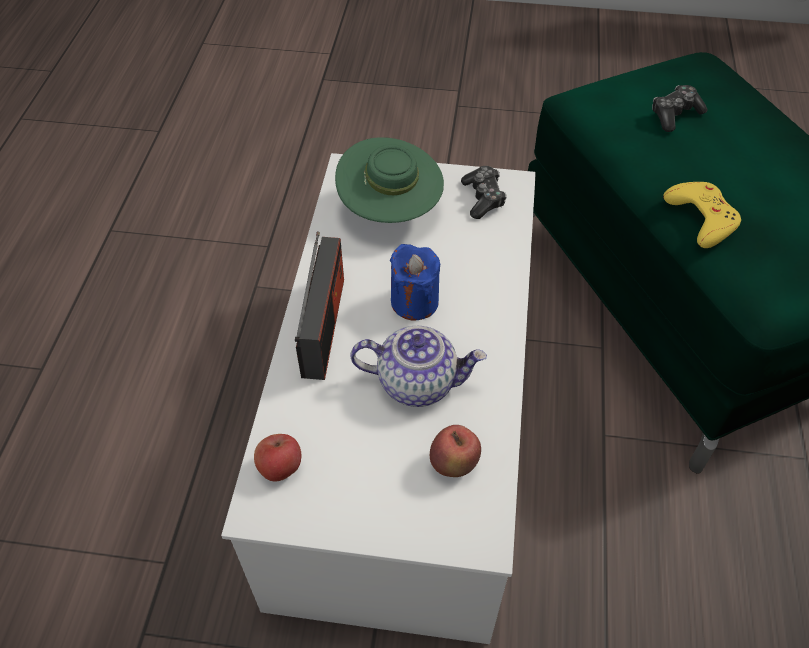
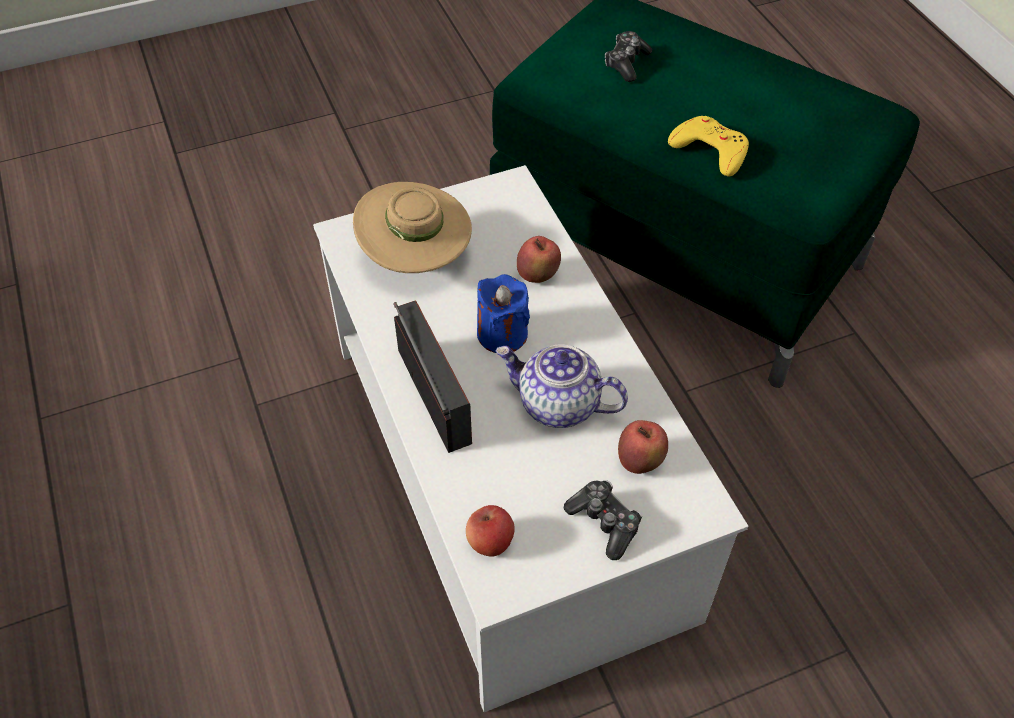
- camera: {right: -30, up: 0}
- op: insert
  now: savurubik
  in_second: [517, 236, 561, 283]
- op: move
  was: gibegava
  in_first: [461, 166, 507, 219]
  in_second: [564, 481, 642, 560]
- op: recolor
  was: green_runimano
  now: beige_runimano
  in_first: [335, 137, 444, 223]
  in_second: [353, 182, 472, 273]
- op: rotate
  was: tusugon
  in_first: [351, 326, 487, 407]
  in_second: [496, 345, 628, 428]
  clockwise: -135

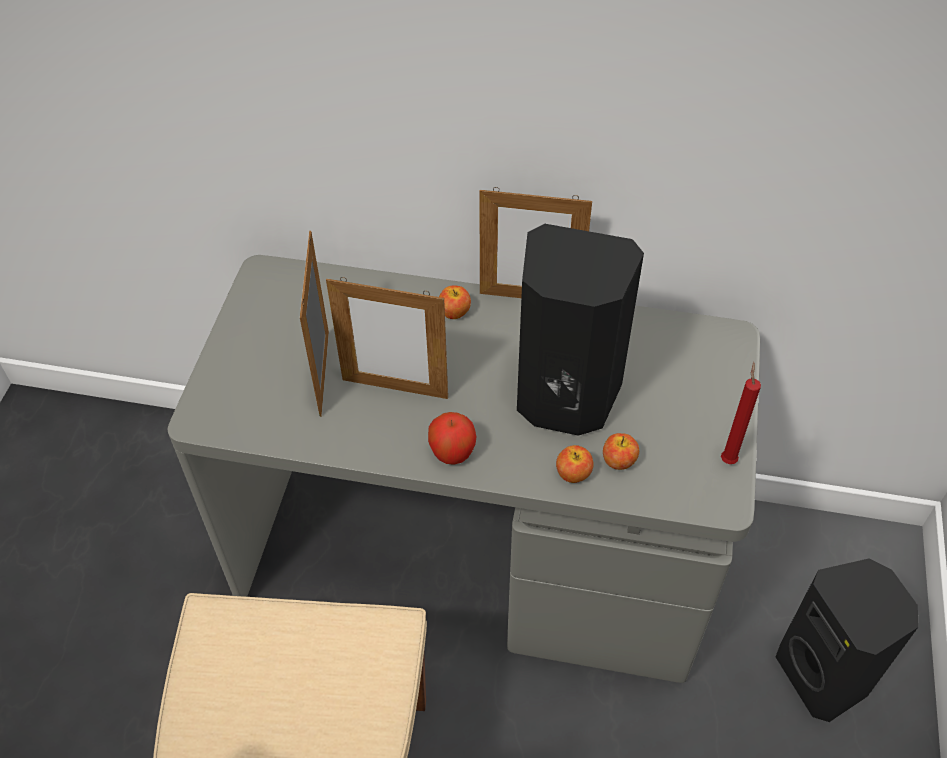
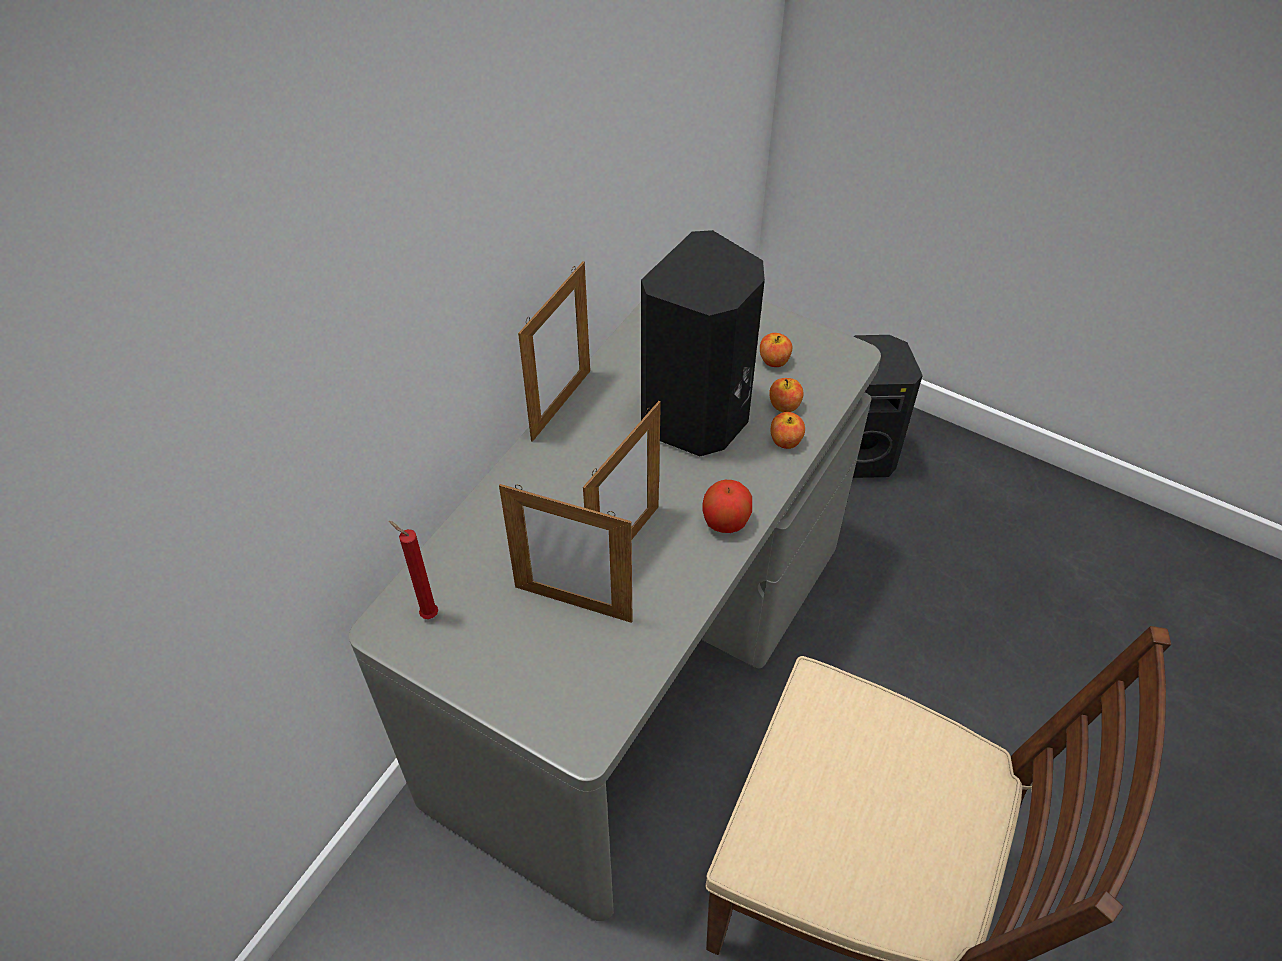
- camera: {right: -70, up: 0}
- op: move
  was: savurubik
  in_first: [439, 285, 471, 319]
  in_second: [760, 333, 792, 367]
- op: move
  was: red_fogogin
  in_first: [721, 362, 761, 464]
  in_second: [389, 521, 438, 619]

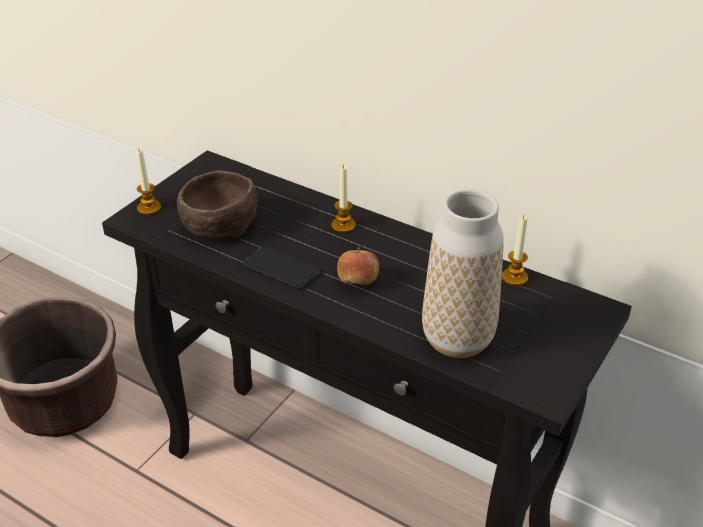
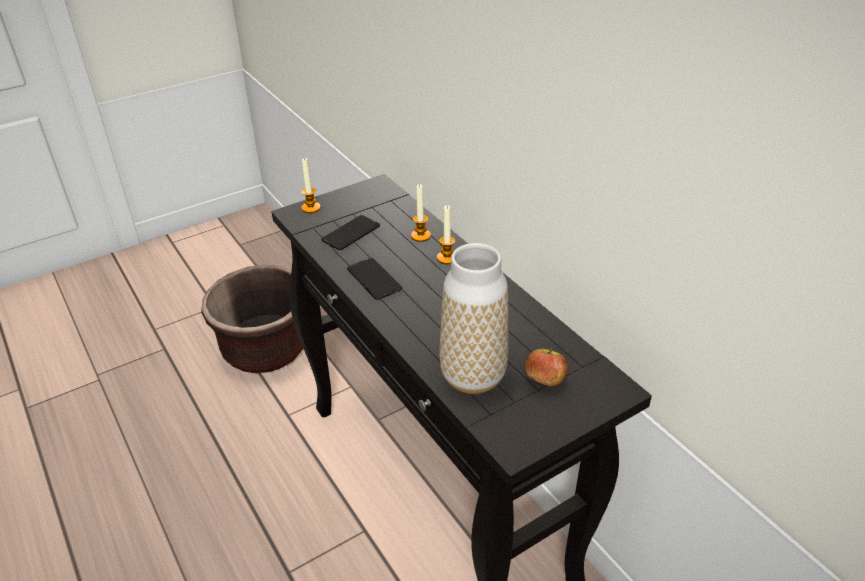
- camera: {right: 25, up: 0}
- op: move
  was: savurubik
  in_first: [337, 247, 379, 285]
  in_second: [525, 348, 568, 386]
- op: move
  was: fogogin
  in_first: [502, 214, 528, 286]
  in_second: [411, 184, 431, 242]
- op: replace
  was: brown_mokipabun
  now: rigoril
  in_first: [177, 171, 258, 238]
  in_second: [321, 215, 380, 250]

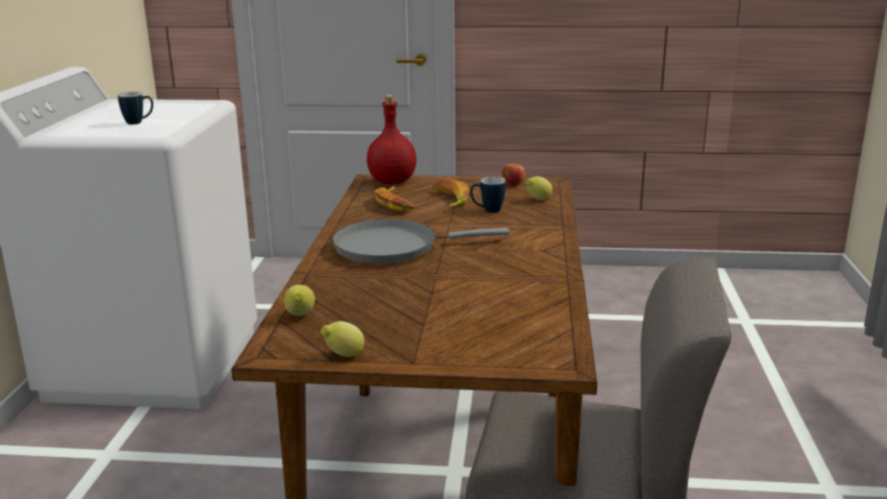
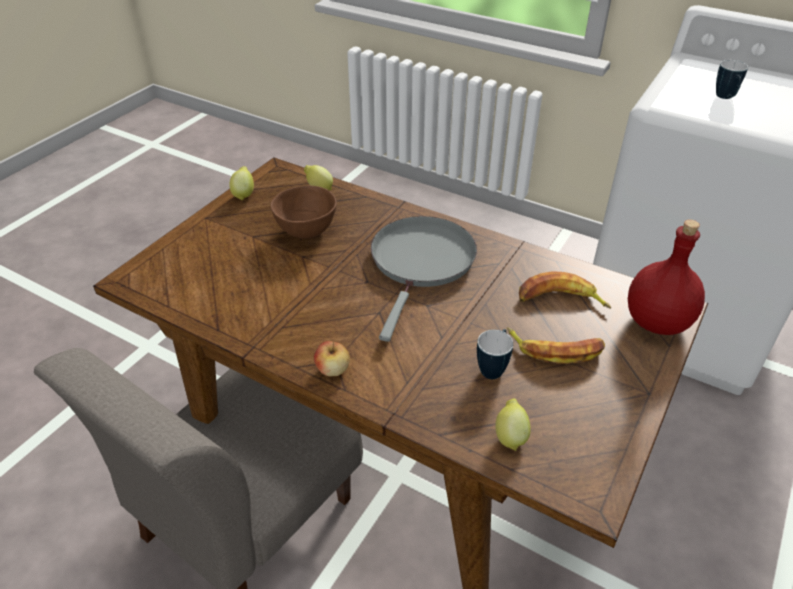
- camera: {right: 115, up: 20}
- op: insert
  now: brown_mokipabun
  in_second: [270, 185, 337, 238]
- op: move
  was: savurubik
  in_first: [502, 162, 525, 186]
  in_second: [314, 341, 350, 377]

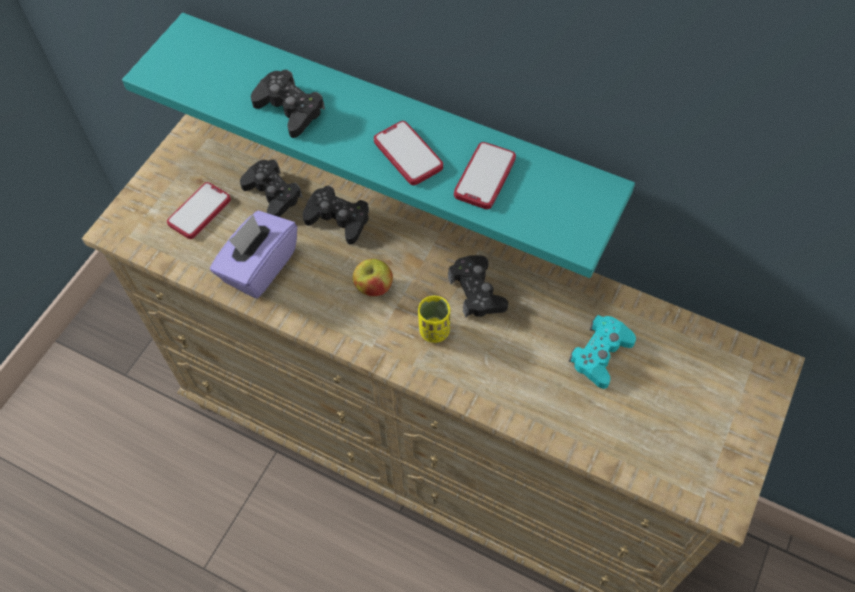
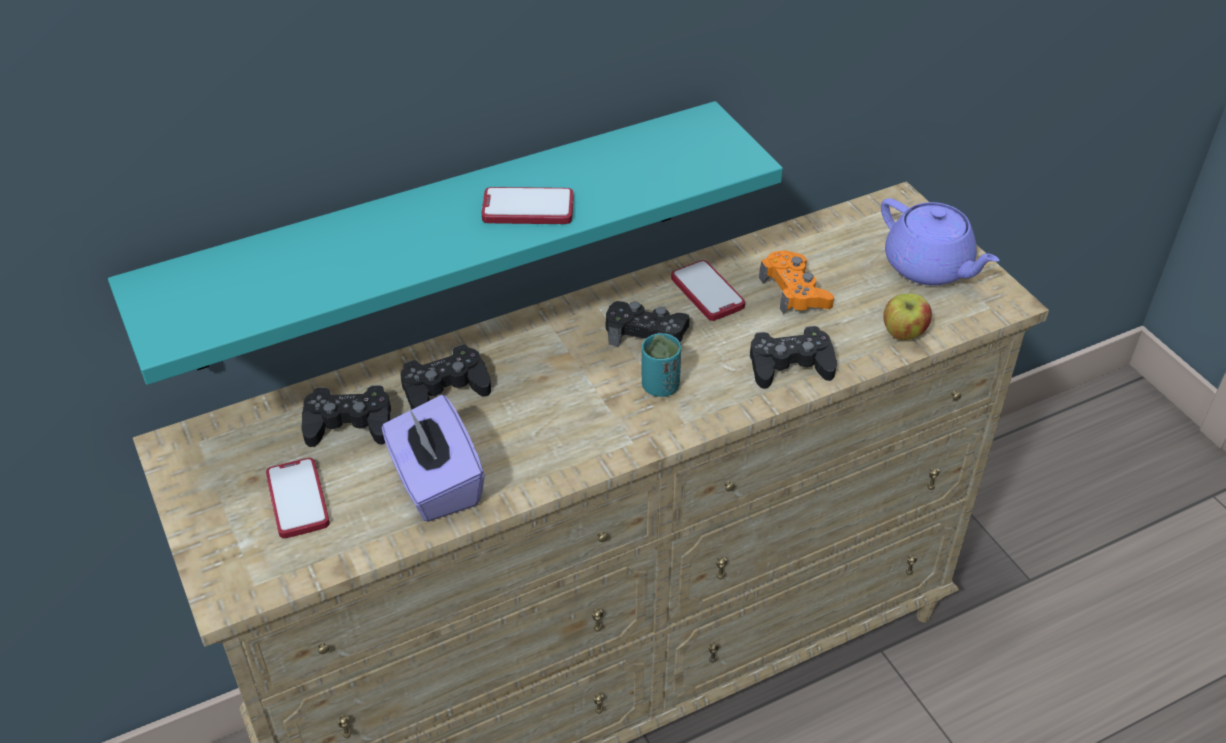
- camera: {right: -55, up: -15}
- op: insert
  now: purple_tusugon
  in_second: [881, 198, 999, 286]
- op: move
  was: black_gibegava
  in_first: [251, 70, 325, 138]
  in_second: [750, 326, 837, 389]
- op: move
  was: savurubik
  in_first: [352, 259, 393, 296]
  in_second: [883, 293, 932, 340]
- op: move
  was: rigoril
  in_first: [454, 142, 516, 209]
  in_second: [671, 260, 745, 321]
- op: recolor
  was: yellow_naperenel
  now: turquoise_naperenel
  in_first: [418, 296, 450, 343]
  in_second: [641, 333, 681, 397]
- op: recolor
  was: turquoise_gibegava
  now: orange_gibegava
  in_first: [569, 315, 636, 389]
  in_second: [759, 250, 834, 314]

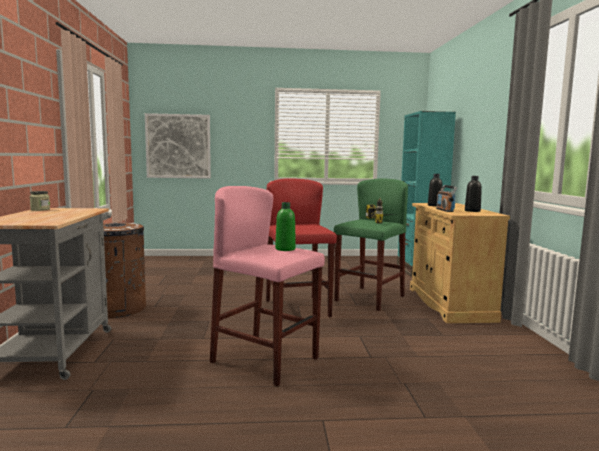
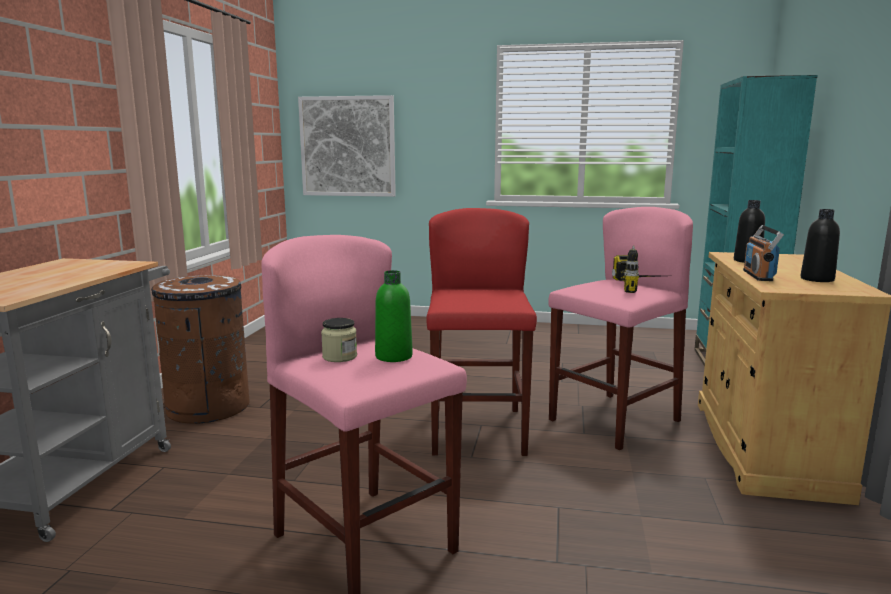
- camera: {right: 15, up: 5}
- op: move
  was: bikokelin
  in_first: [30, 191, 50, 211]
  in_second: [321, 318, 357, 362]
- op: recolor
  was: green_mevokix
  now: pink_mevokix
  in_first: [334, 178, 408, 311]
  in_second: [548, 207, 693, 450]

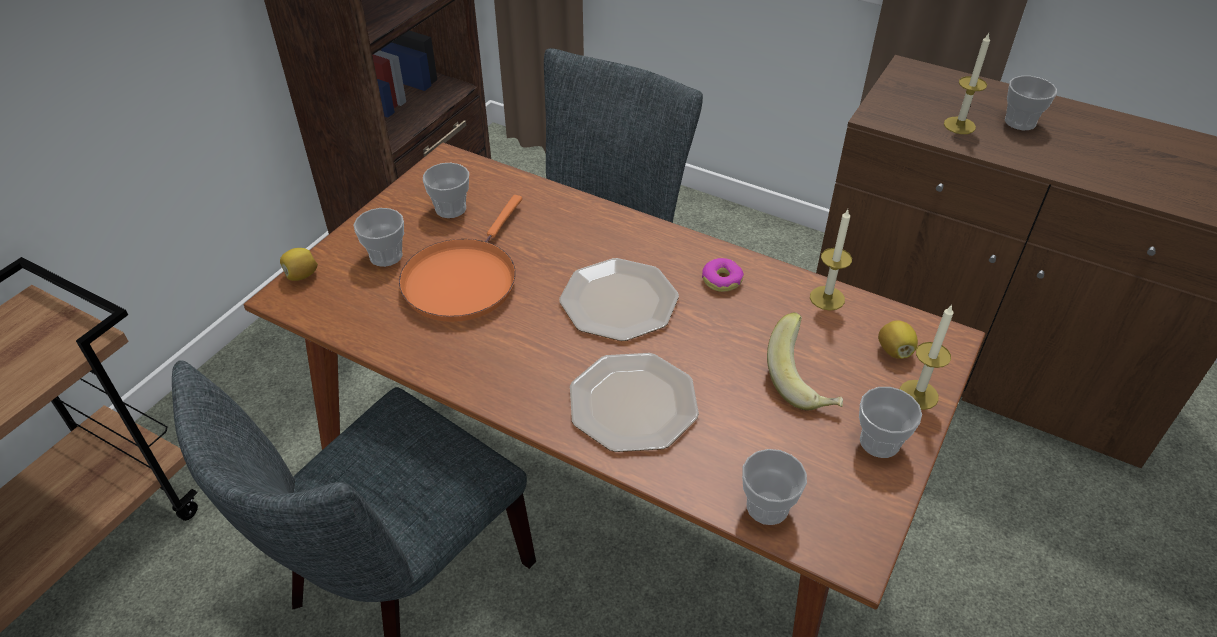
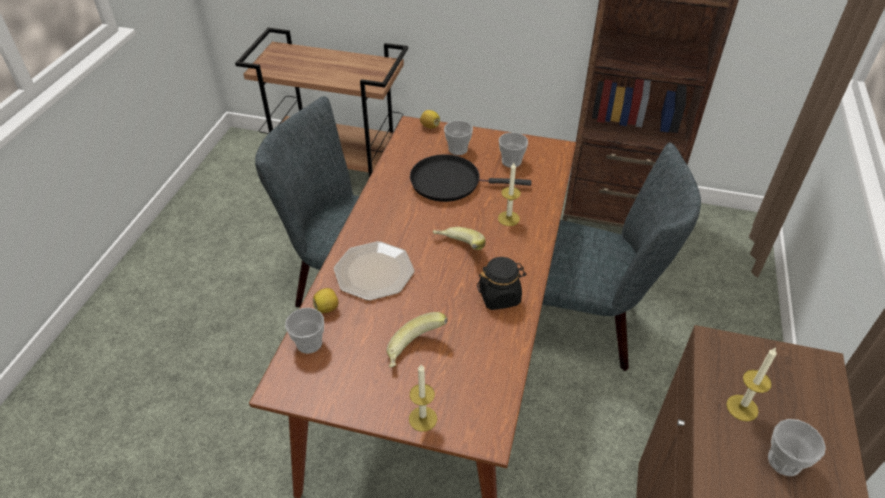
- camera: {right: 75, up: 0}
- op: delete
  was: naperenel
  in_first: [859, 387, 922, 458]
- op: move
  was: fogogin
  in_first: [810, 210, 852, 311]
  in_second: [498, 163, 521, 226]
- op: move
  was: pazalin
  in_first: [878, 320, 918, 359]
  in_second: [313, 288, 338, 313]
- op: replace
  was: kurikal
  now: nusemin
  in_first: [559, 258, 679, 341]
  in_second: [433, 227, 486, 250]
- op: replace
  was: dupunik
  now: black_bikokelin
  in_first: [702, 258, 744, 292]
  in_second: [477, 257, 527, 310]
- op: recolor
  was: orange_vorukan
  now: black_vorukan
  in_first: [399, 195, 522, 322]
  in_second: [410, 154, 531, 202]

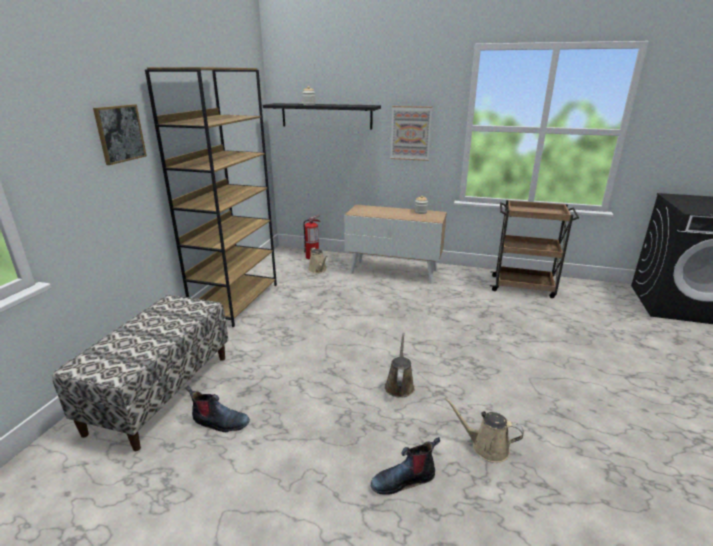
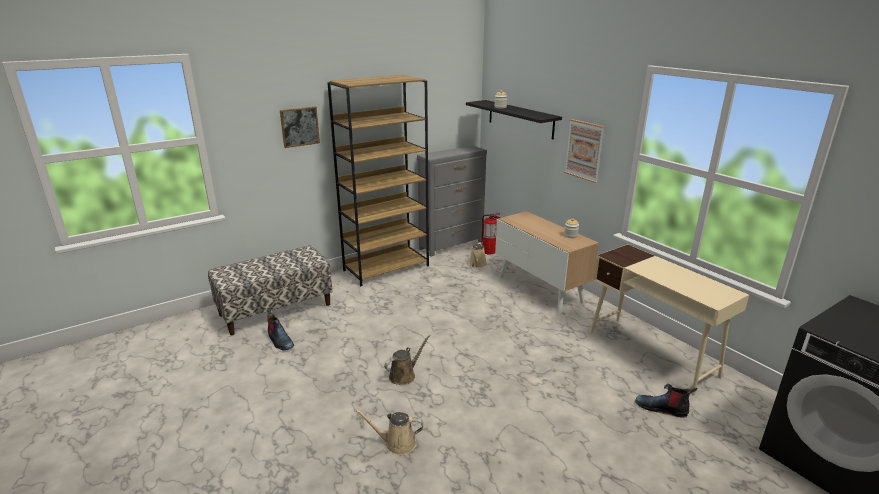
- camera: {right: 40, up: 0}
- op: insert
  now: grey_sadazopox
  in_second: [417, 145, 487, 257]
- op: move
  was: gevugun
  in_first: [371, 437, 440, 495]
  in_second: [635, 384, 698, 418]
- op: replace
  was: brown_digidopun
  now: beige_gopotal
  in_first: [490, 200, 579, 298]
  in_second: [590, 244, 749, 396]
- op: rotate
  was: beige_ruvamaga
  in_first: [445, 398, 524, 463]
  in_second: [355, 410, 424, 455]
  clockwise: -60

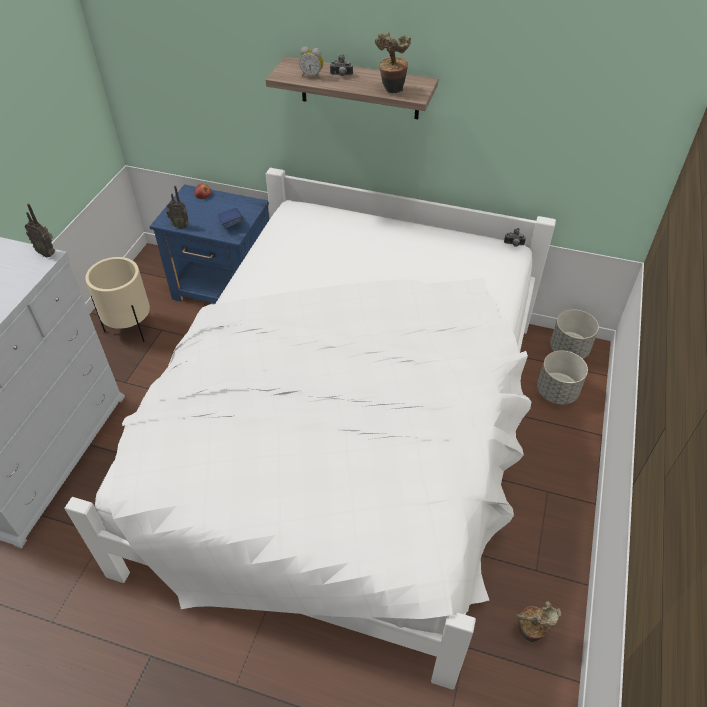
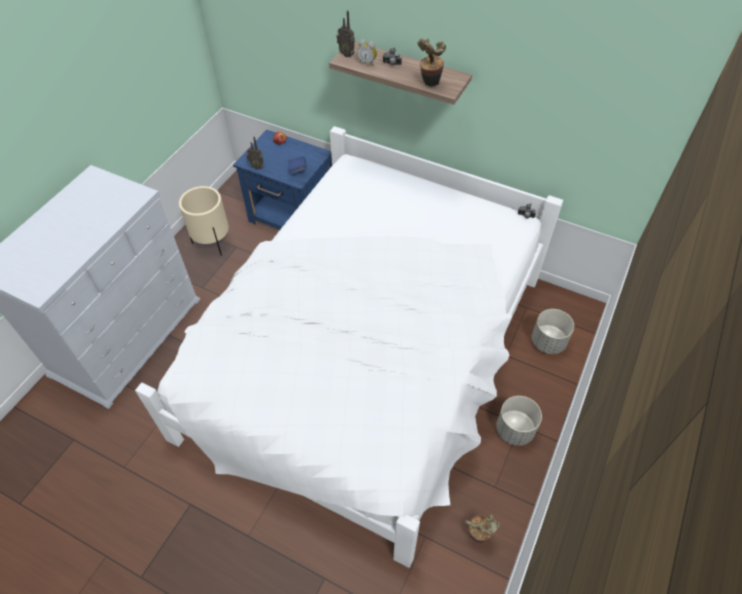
- camera: {right: 10, up: 5}
- op: move
  was: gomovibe
  in_first: [24, 204, 55, 258]
  in_second: [337, 10, 355, 57]
- op: move
  was: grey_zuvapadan
  in_first: [550, 309, 599, 359]
  in_second: [497, 396, 542, 446]

